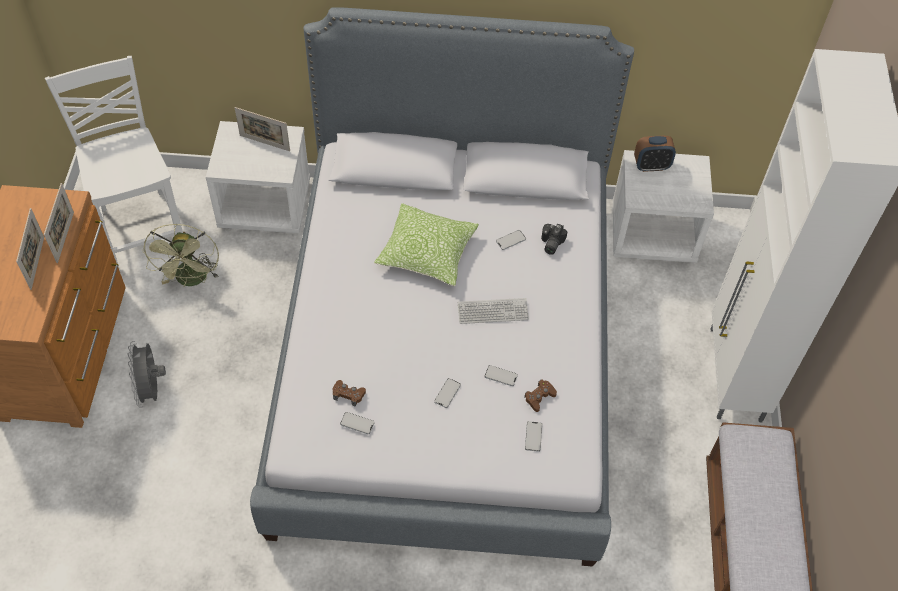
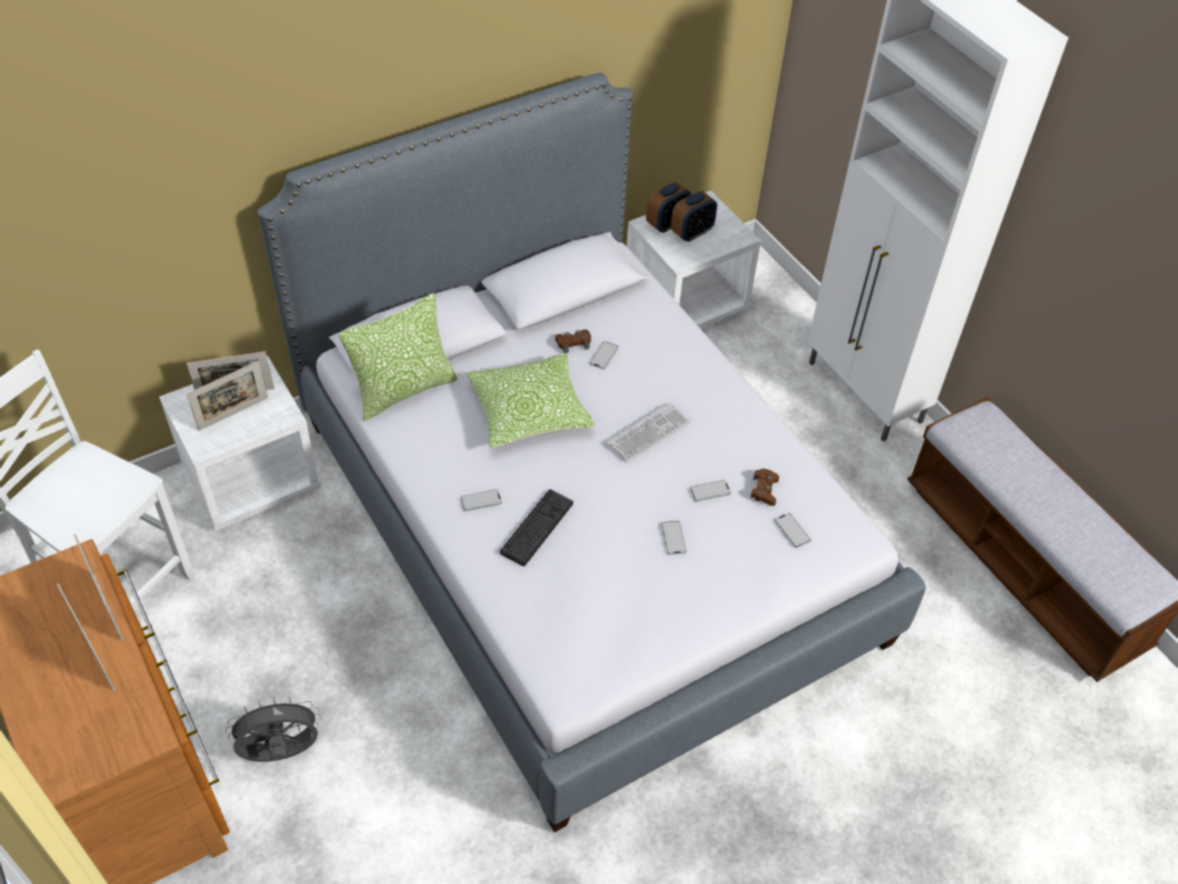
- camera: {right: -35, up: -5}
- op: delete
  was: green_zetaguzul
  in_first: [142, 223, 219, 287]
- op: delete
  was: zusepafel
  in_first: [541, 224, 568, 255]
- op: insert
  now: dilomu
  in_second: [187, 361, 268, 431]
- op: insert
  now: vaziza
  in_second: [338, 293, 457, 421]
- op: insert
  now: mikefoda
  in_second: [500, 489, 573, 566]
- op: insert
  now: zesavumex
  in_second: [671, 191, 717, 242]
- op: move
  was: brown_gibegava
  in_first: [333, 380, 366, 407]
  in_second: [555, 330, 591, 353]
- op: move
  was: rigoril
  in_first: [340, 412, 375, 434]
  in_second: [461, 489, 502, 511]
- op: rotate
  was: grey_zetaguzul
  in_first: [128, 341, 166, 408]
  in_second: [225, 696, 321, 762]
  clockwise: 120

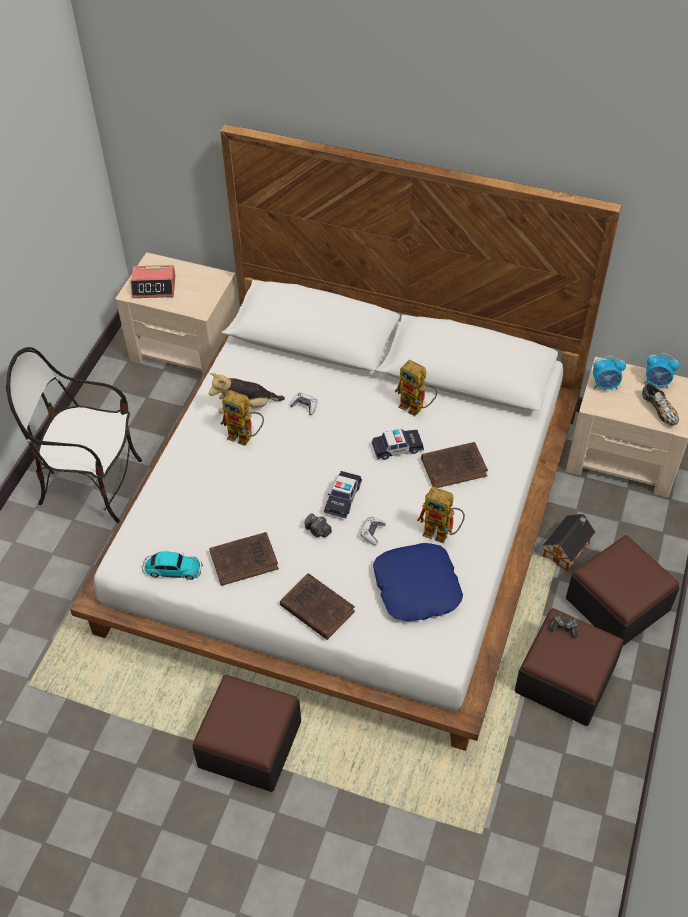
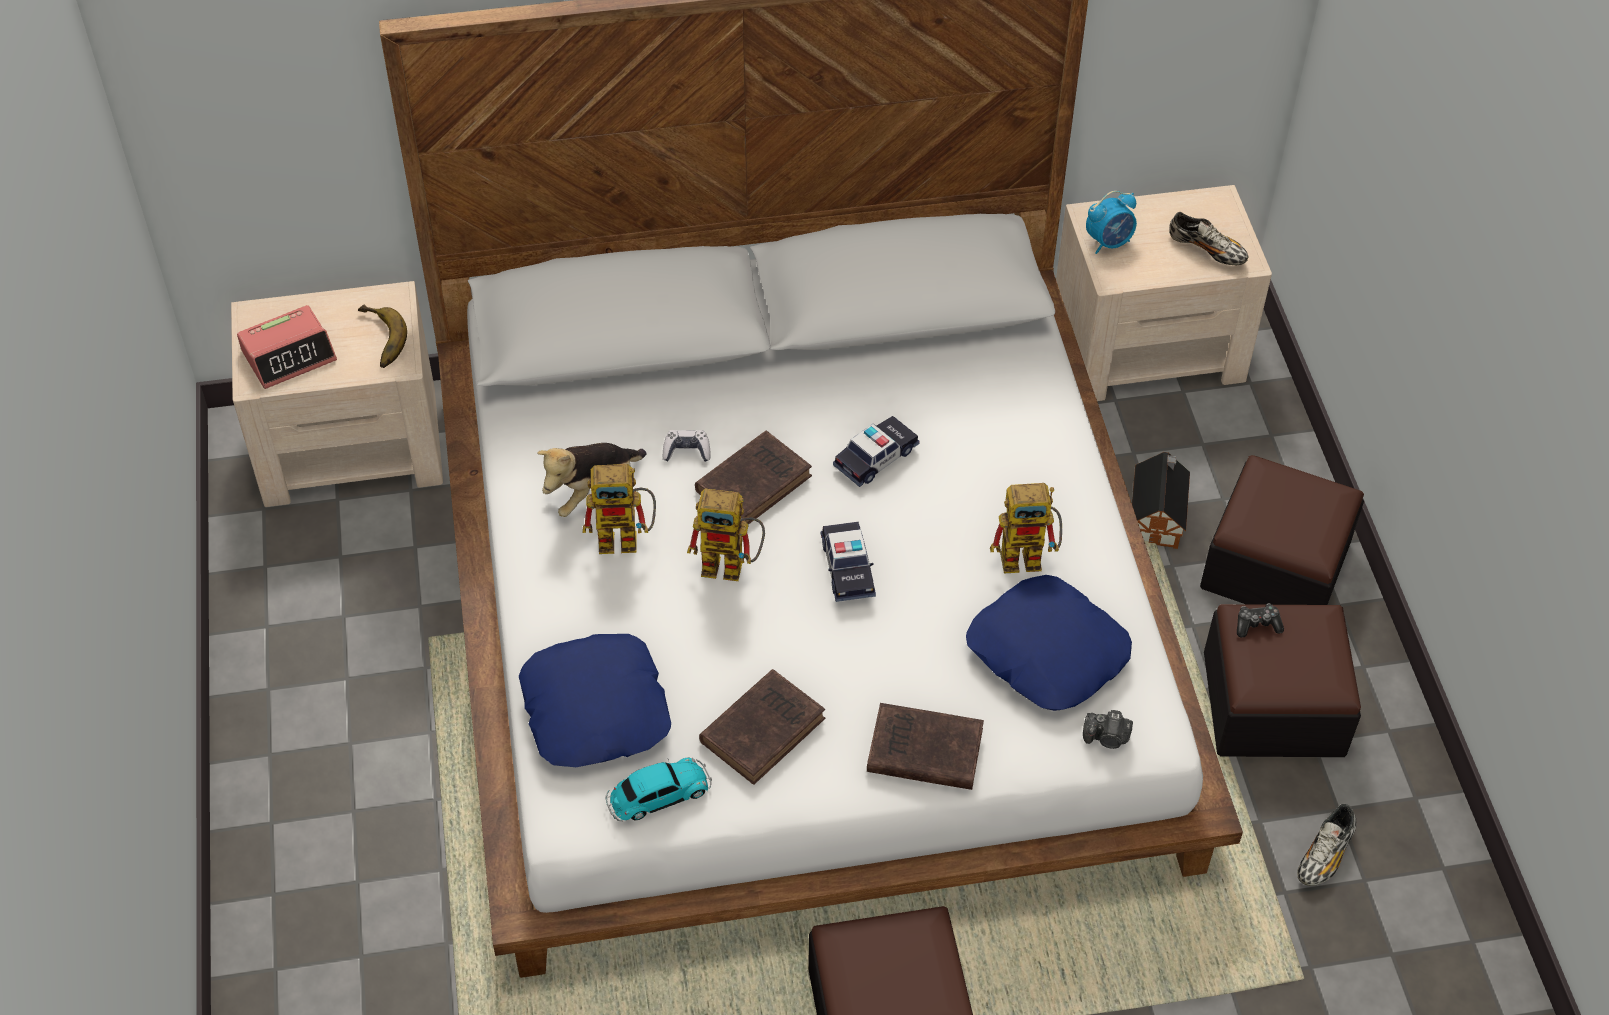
- camera: {right: -30, up: 0}
- op: delete
  was: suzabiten
  in_first: [6, 347, 142, 523]
- op: delete
  was: gibegava
  in_first: [361, 517, 386, 545]
- op: delete
  was: zesavumex
  in_first: [644, 353, 679, 389]
- op: insert
  now: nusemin
  in_second: [358, 305, 407, 368]
- op: insert
  now: blue_vaziza
  in_second: [519, 634, 671, 767]
- op: insert
  now: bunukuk
  in_second: [1297, 804, 1357, 886]
- op: move
  was: zusepafel
  in_first: [305, 514, 332, 537]
  in_second: [1083, 710, 1133, 749]
- op: move
  was: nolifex
  in_first: [395, 360, 437, 416]
  in_second: [687, 489, 765, 581]
- op: move
  was: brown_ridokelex
  in_first: [421, 442, 488, 488]
  in_second: [695, 430, 812, 525]

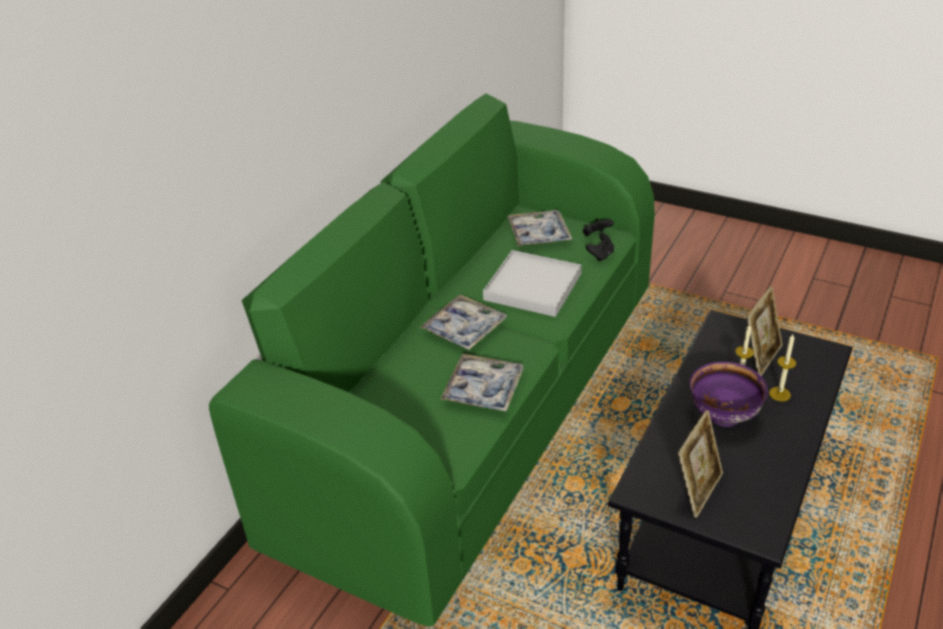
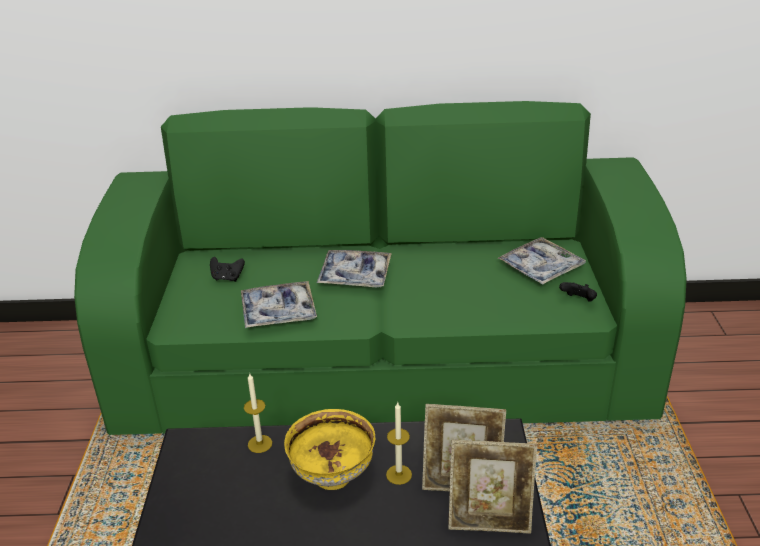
- camera: {right: 60, up: -5}
- op: delete
  was: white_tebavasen
  in_first: [483, 250, 581, 317]
- op: move
  was: black_gibegava
  in_first: [586, 233, 614, 261]
  in_second: [210, 257, 245, 282]
- op: move
  was: dilomu
  in_first: [678, 410, 723, 518]
  in_second: [448, 440, 537, 533]
- op: move
  was: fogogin
  in_first: [769, 334, 796, 401]
  in_second: [244, 374, 272, 453]
- op: recolor
  was: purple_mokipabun
  now: yellow_mokipabun
  in_first: [690, 362, 768, 427]
  in_second: [284, 409, 375, 490]

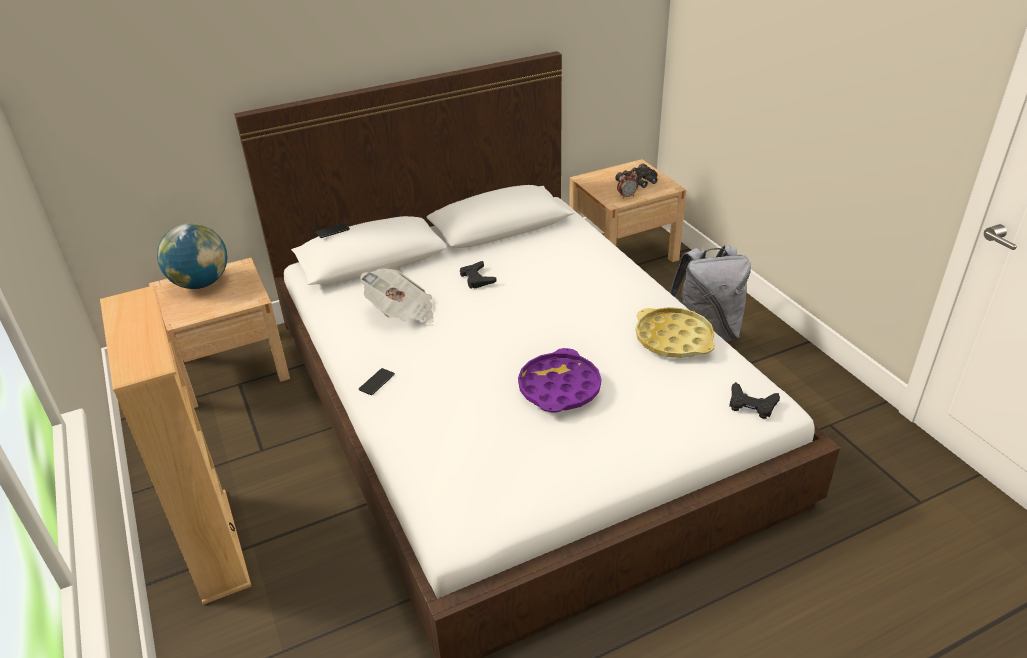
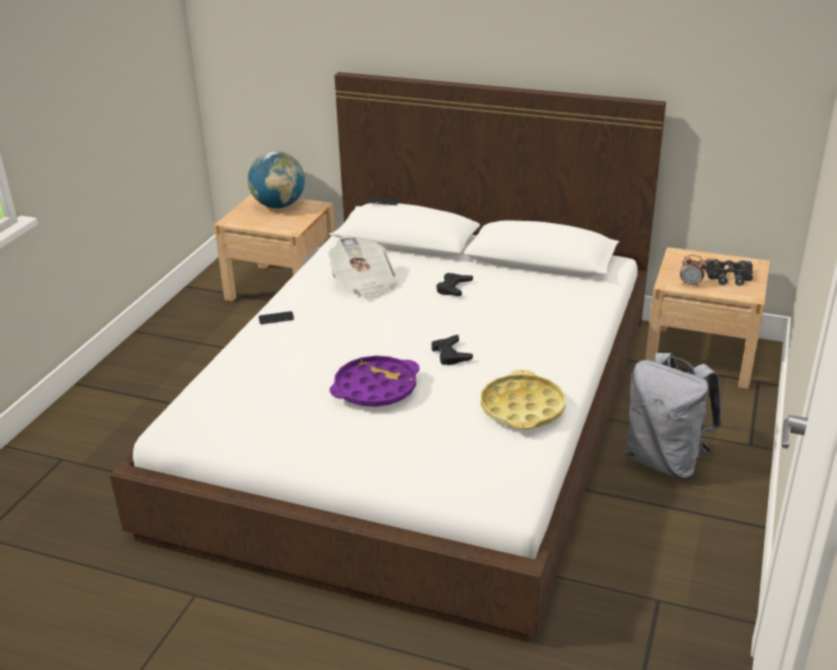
- camera: {right: 45, up: -5}
- op: delete
  was: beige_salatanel
  in_first: [100, 285, 251, 605]
- op: move
  was: black_gibegava
  in_first: [729, 382, 780, 419]
  in_second: [431, 335, 473, 365]

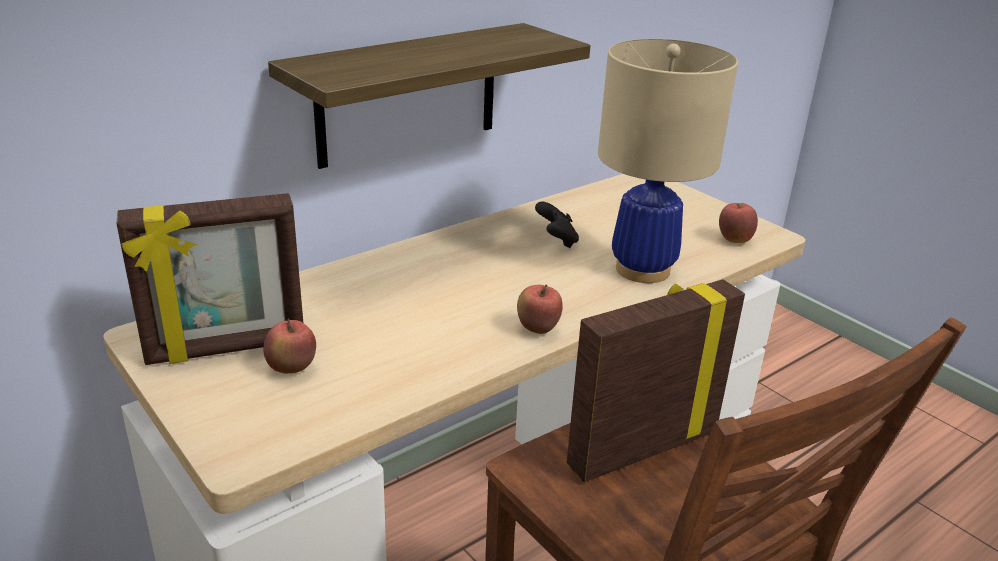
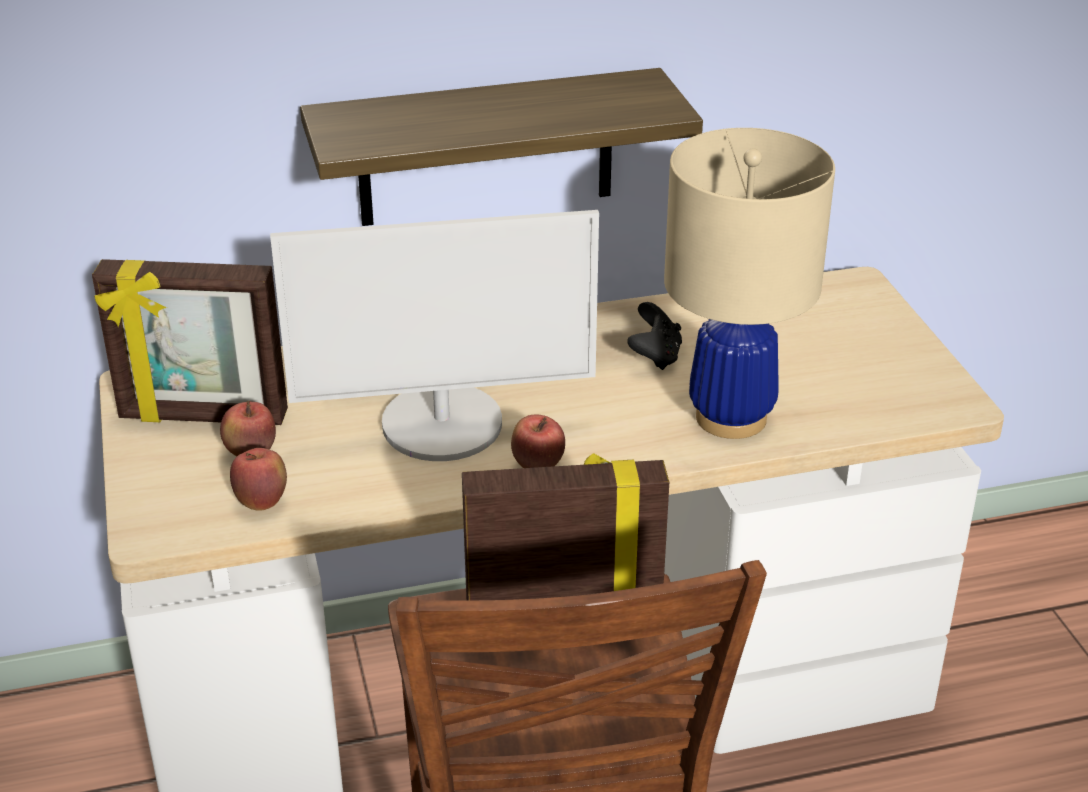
- camera: {right: 25, up: 5}
- op: insert
  now: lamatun
  in_second: [270, 210, 599, 461]
- op: move
  was: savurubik
  in_first: [719, 203, 758, 243]
  in_second: [230, 448, 287, 511]

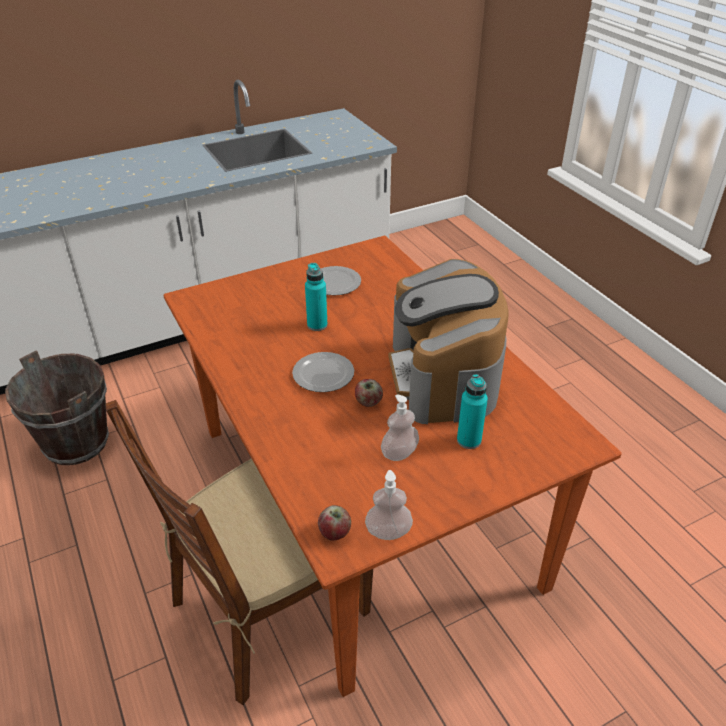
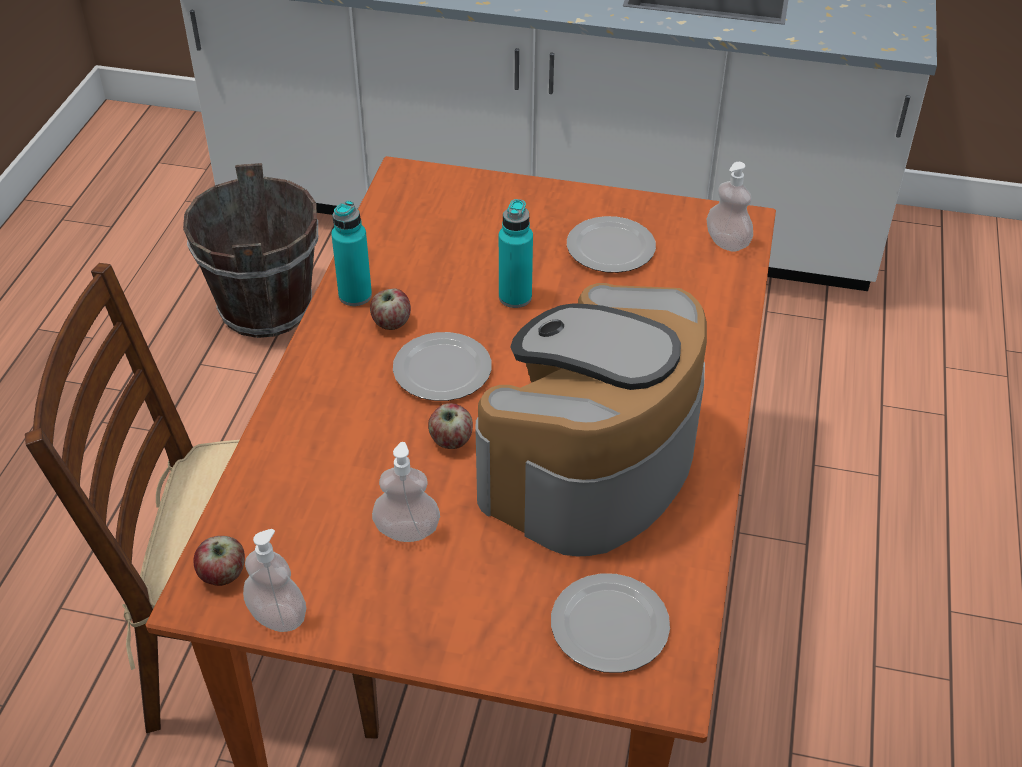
- camera: {right: 40, up: 5}
- op: insert
  now: savurubik
  in_second: [370, 289, 411, 330]
- op: insert
  now: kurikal
  in_second: [551, 573, 670, 673]
- op: insert
  now: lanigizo
  in_second: [707, 162, 753, 252]
- op: move
  was: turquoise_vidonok
  in_first: [457, 374, 488, 449]
  in_second: [331, 201, 372, 306]

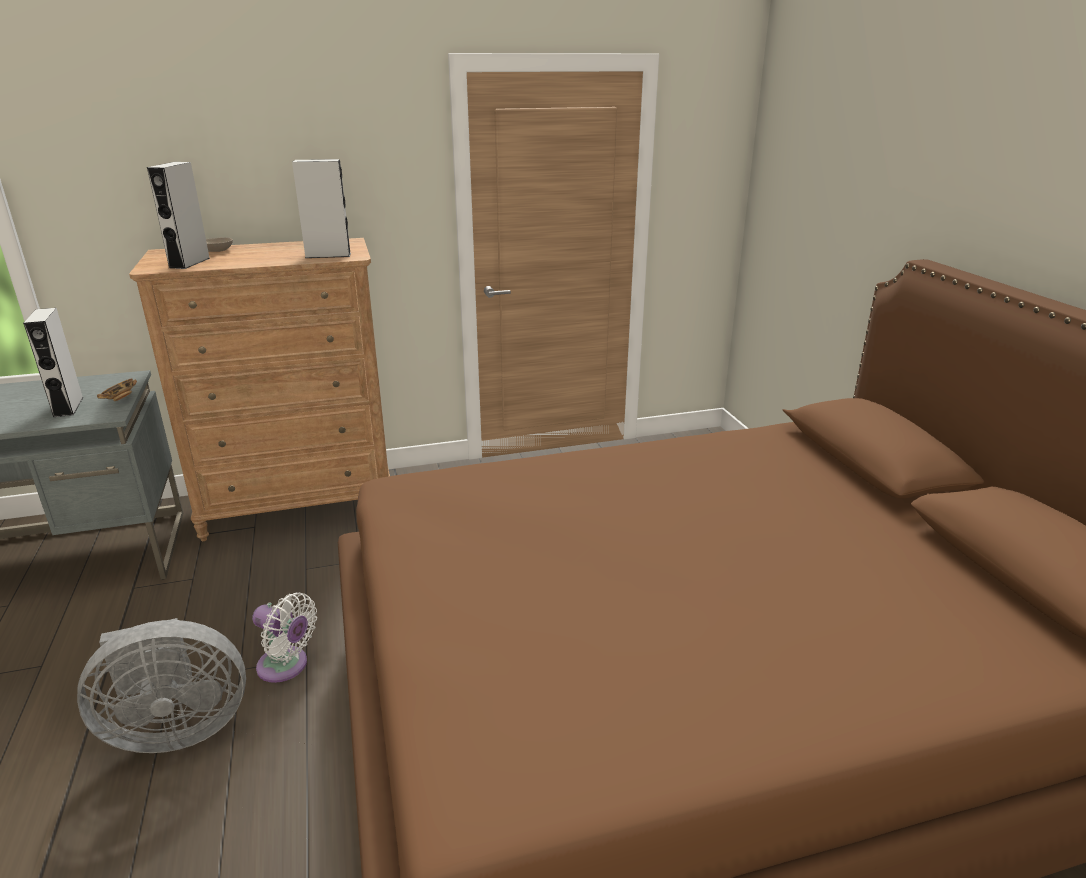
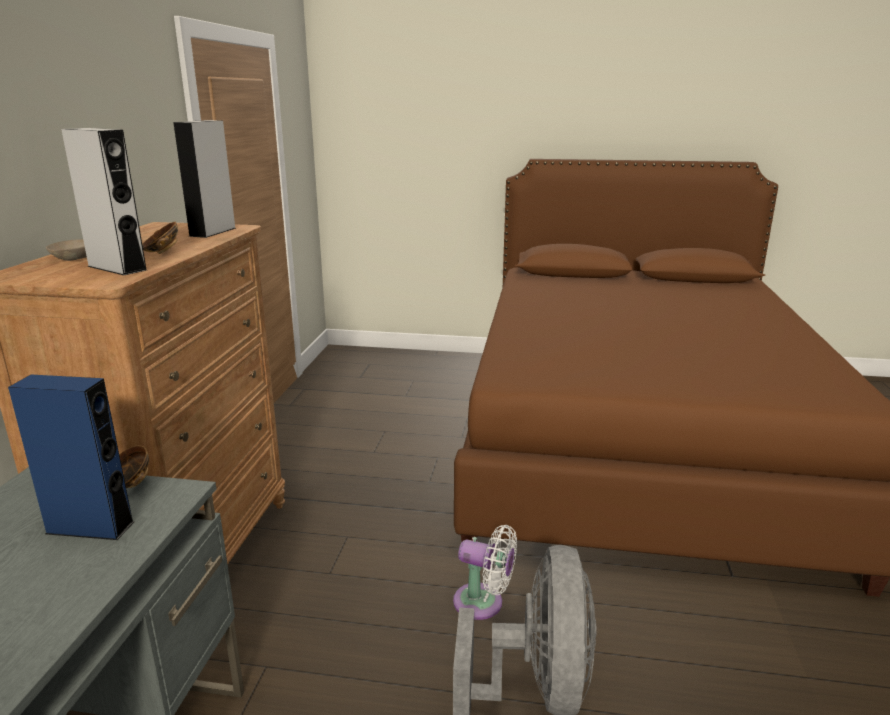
- camera: {right: -65, up: -5}
- op: insert
  now: mokipabun
  in_second: [142, 222, 178, 254]
- op: recolor
  was: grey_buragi
  now: blue_buragi
  in_first: [23, 308, 83, 418]
  in_second: [8, 375, 135, 540]
- op: rotate
  was: white_zetaguzul
  in_first: [252, 593, 317, 683]
  in_second: [453, 525, 517, 620]
  clockwise: 60

